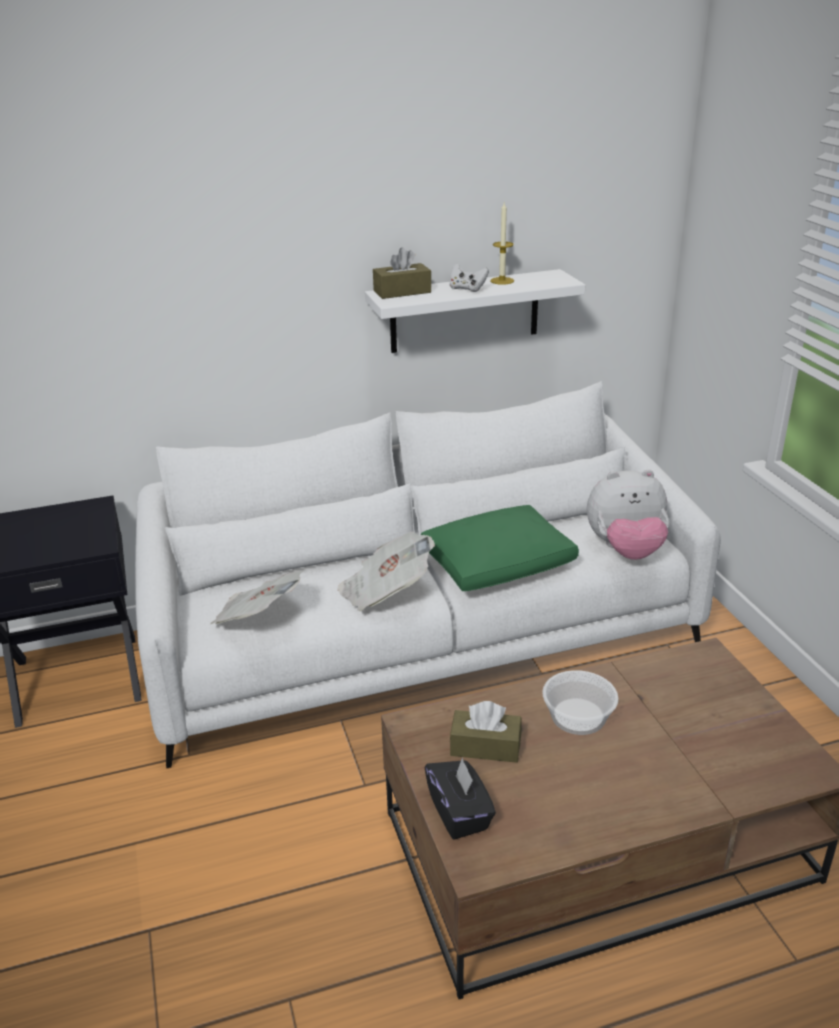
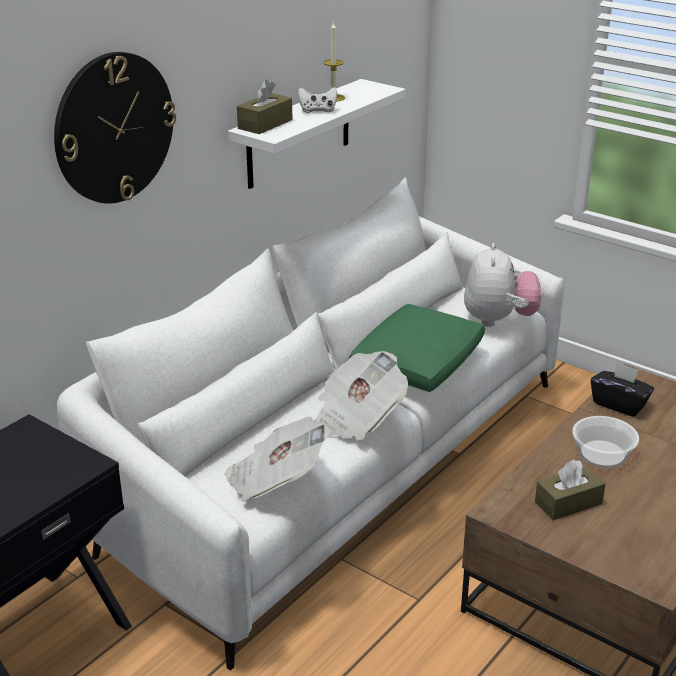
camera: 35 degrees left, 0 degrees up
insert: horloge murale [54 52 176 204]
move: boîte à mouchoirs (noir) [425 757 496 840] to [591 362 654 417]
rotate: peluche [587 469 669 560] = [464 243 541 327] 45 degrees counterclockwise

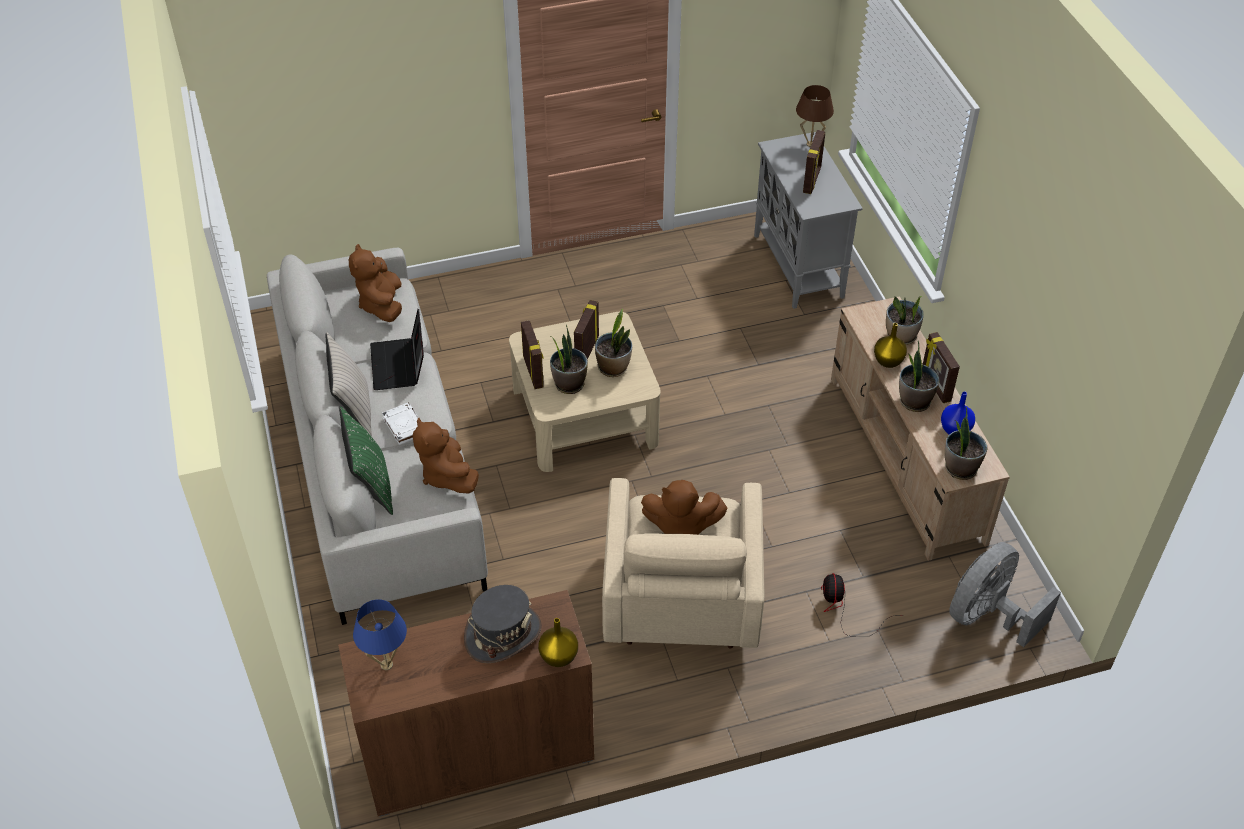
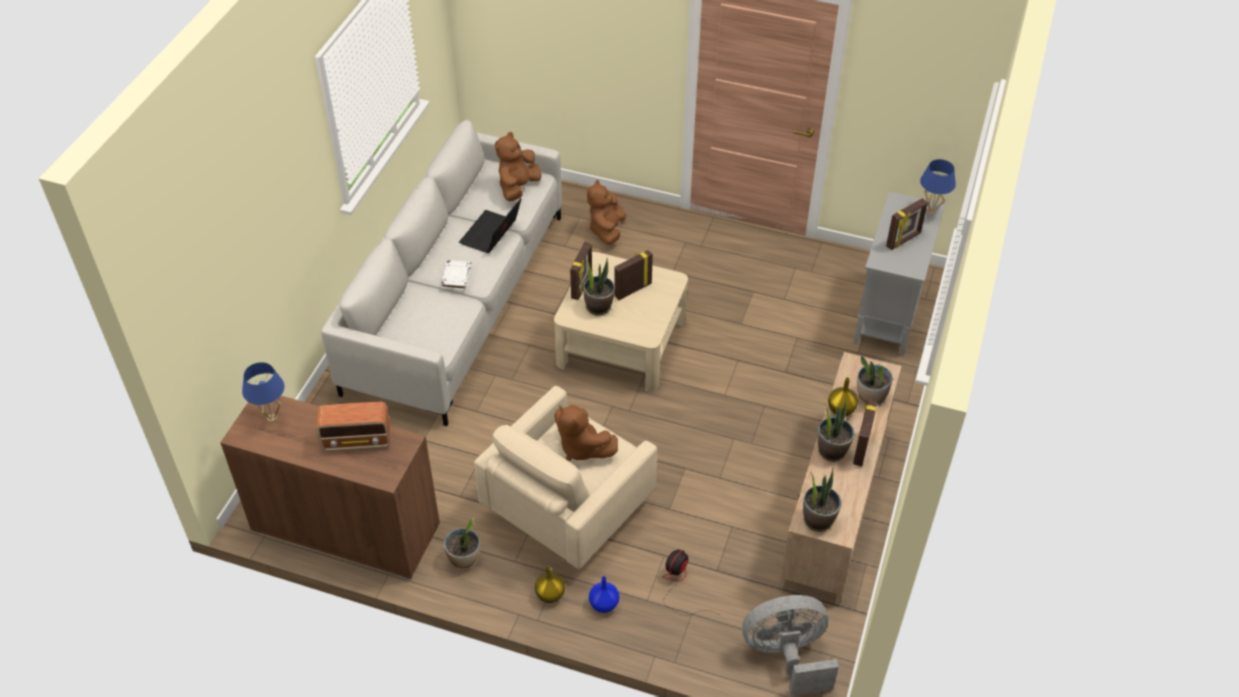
camera: 35 degrees right, 0 degrees up
delete: coussin (beige) [325 332 372 437]; coussin (vert) [339 406 393 515]
move: plante en pot [595 309 632 377] to [444 517 480 570]; vase (bleu) [941 391 975 435] to [589 576 619 613]; peluche (marron) [413 417 479 494] to [587 180 626 245]; vase (jaune) [538 618 578 667] to [535 566 565 603]
replace: chapeau (gris) [464 585 542 663] to radio [317 402 390 451]
recolor: lampe de table (marron) [796 85 834 147] to lampe de table (bleu) [920 159 956 215]

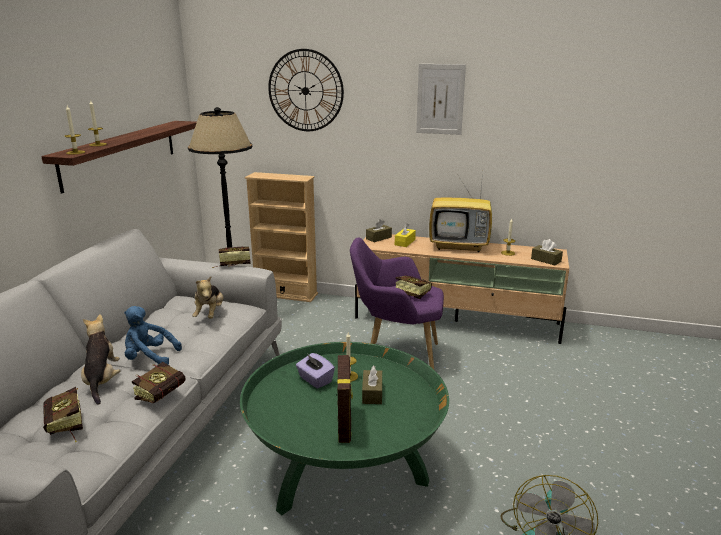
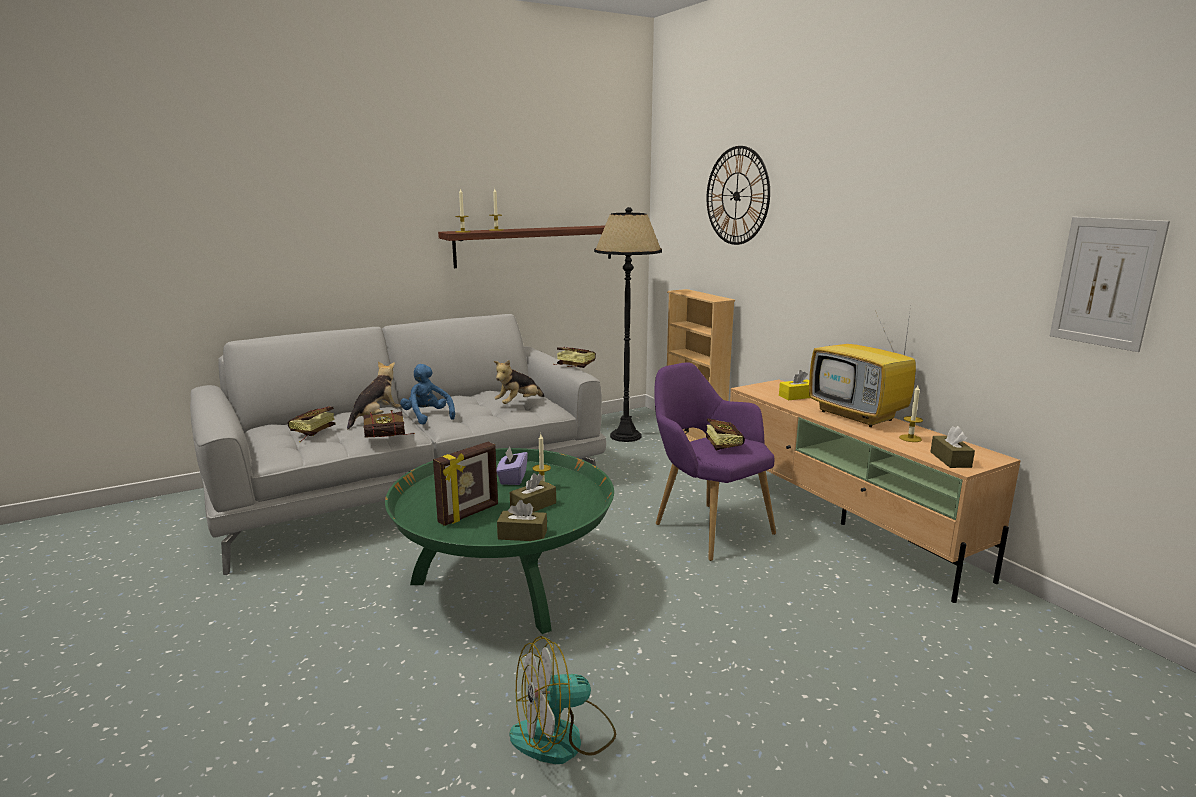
camera: 45 degrees right, 5 degrees down
move: tableau [416 64 466 135] to [1050 217 1170 352]; boîte à mouchoirs (marron) [366 219 392 242] to [497 500 547 541]

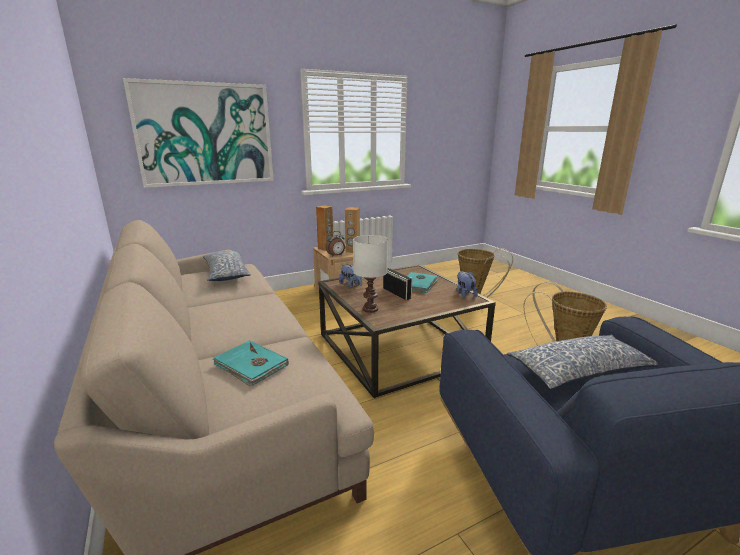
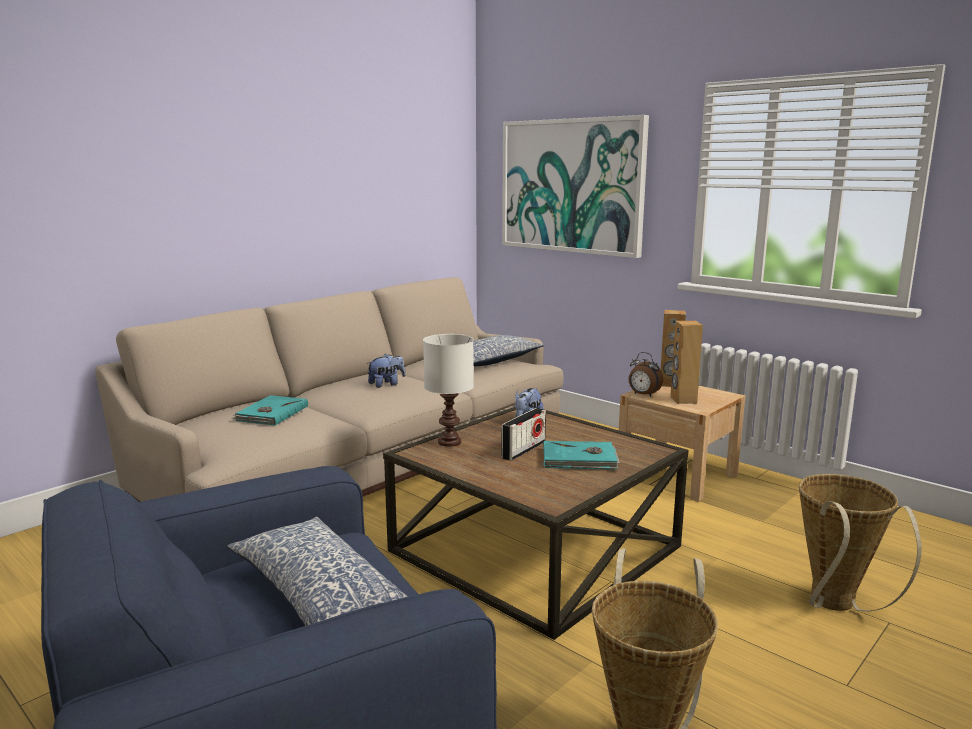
camera: 70 degrees right, 5 degrees down
move: peluche [457 271 478 298] to [368 353 405 388]

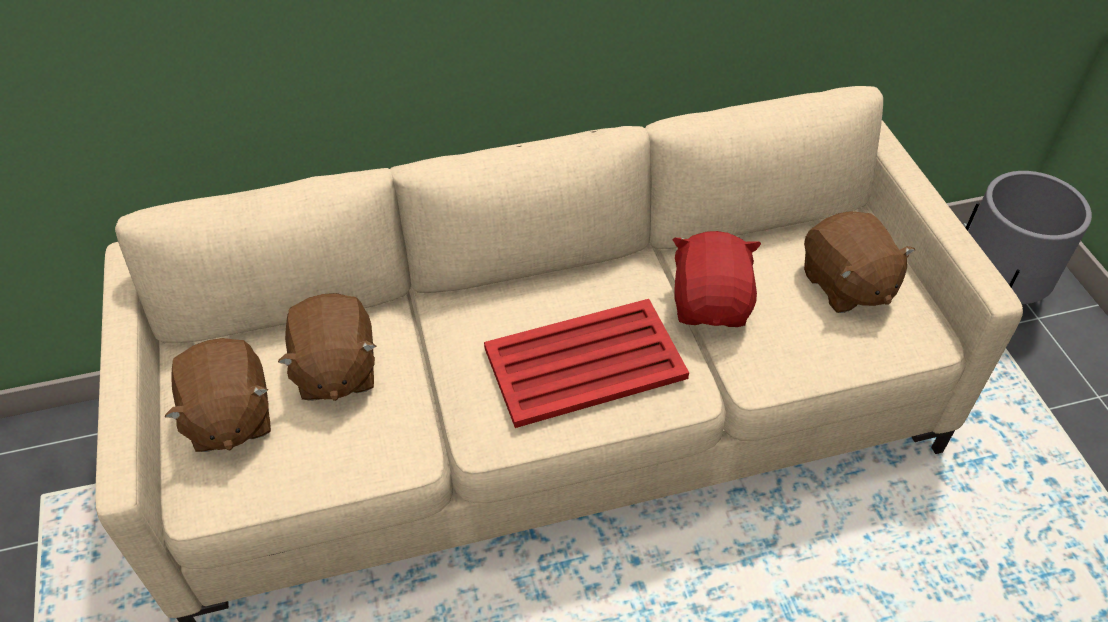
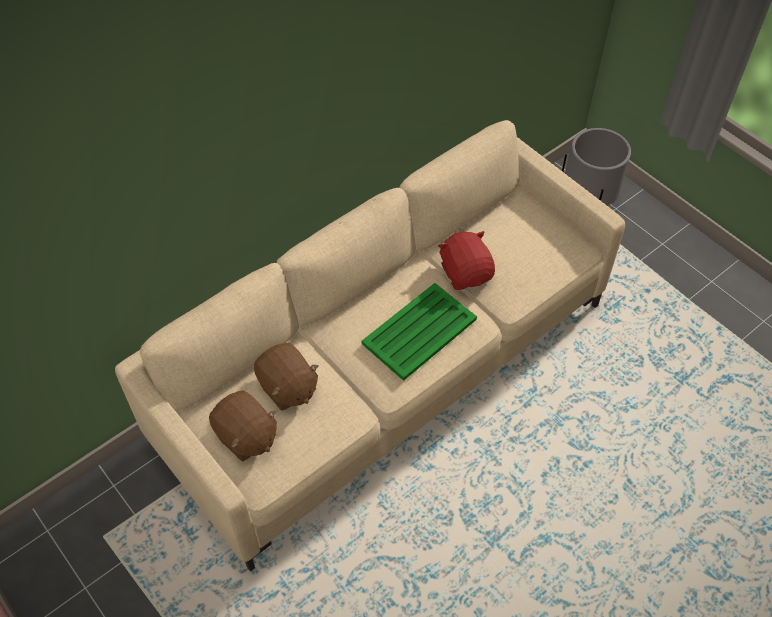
camera: 25 degrees left, 5 degrees up
delete: peluche (marron) [804 211 915 313]
recolor: plateau (rouge) [484 299 689 428] to plateau (vert) [362 283 477 381]

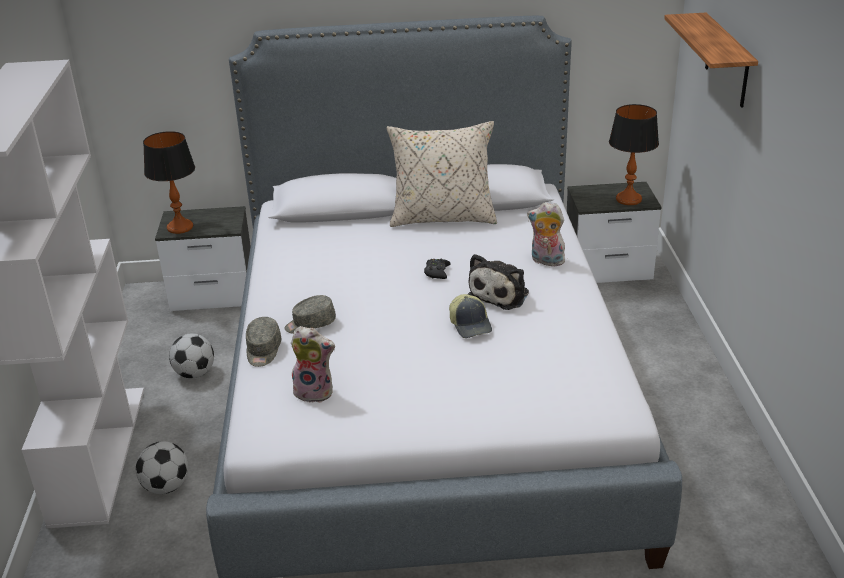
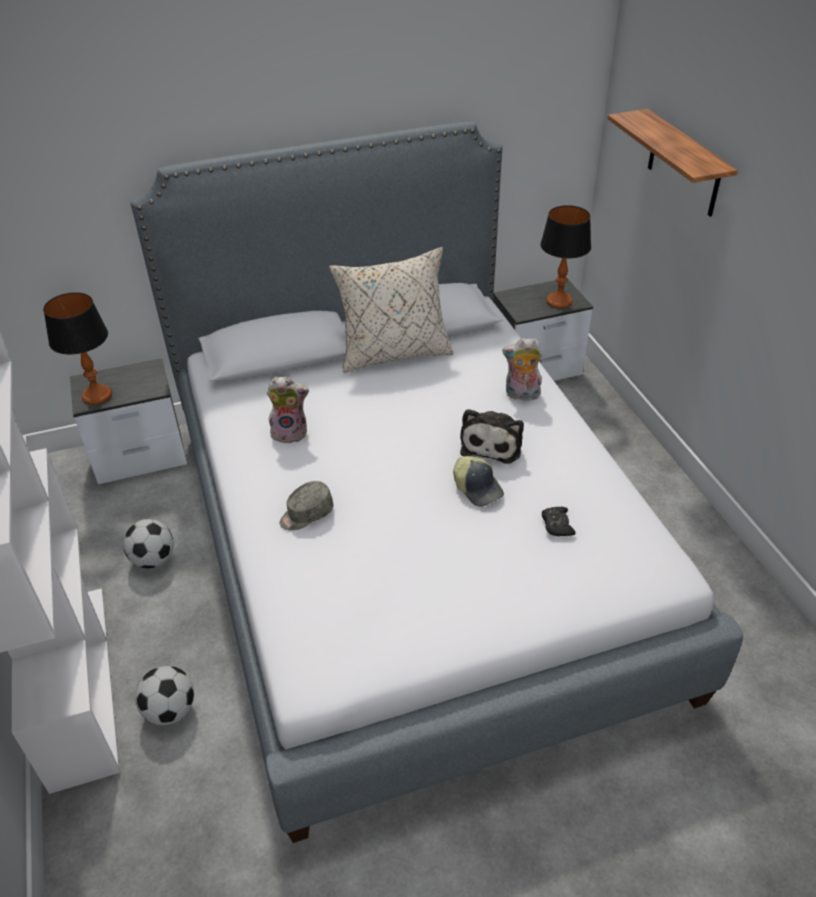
camera: 15 degrees left, 10 degrees up
delete: casquette (gris) [246 317 281 367]
move: manette (noir) [424 258 451 279] to [542 507 576 536]; peluche [291 326 335 403] to [267 377 309 443]

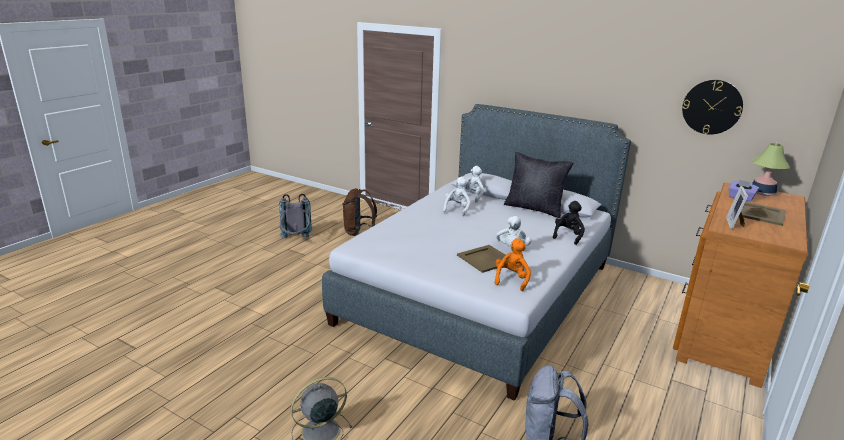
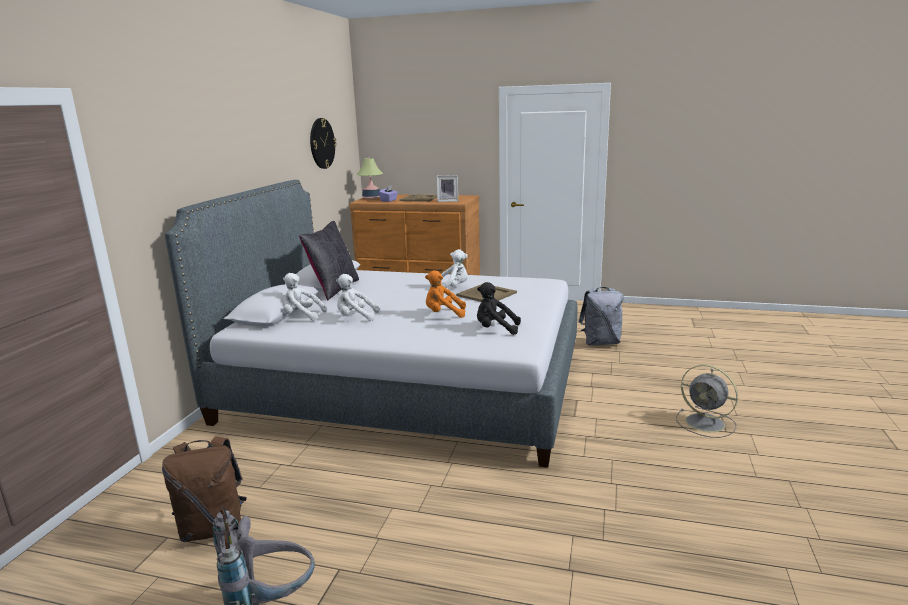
camera: 105 degrees left, 5 degrees down
move: peluche (noir) [553 201 585 245] to [477 282 521 335]; peluche (orange) [494 238 531 291] to [425 270 466 318]

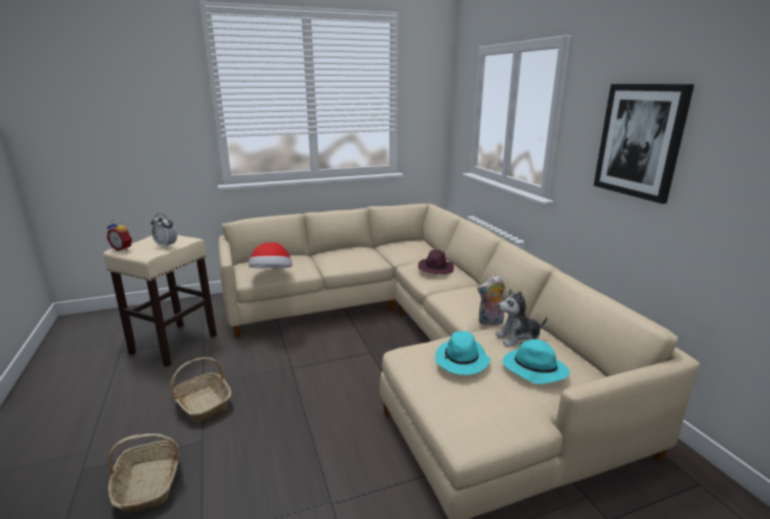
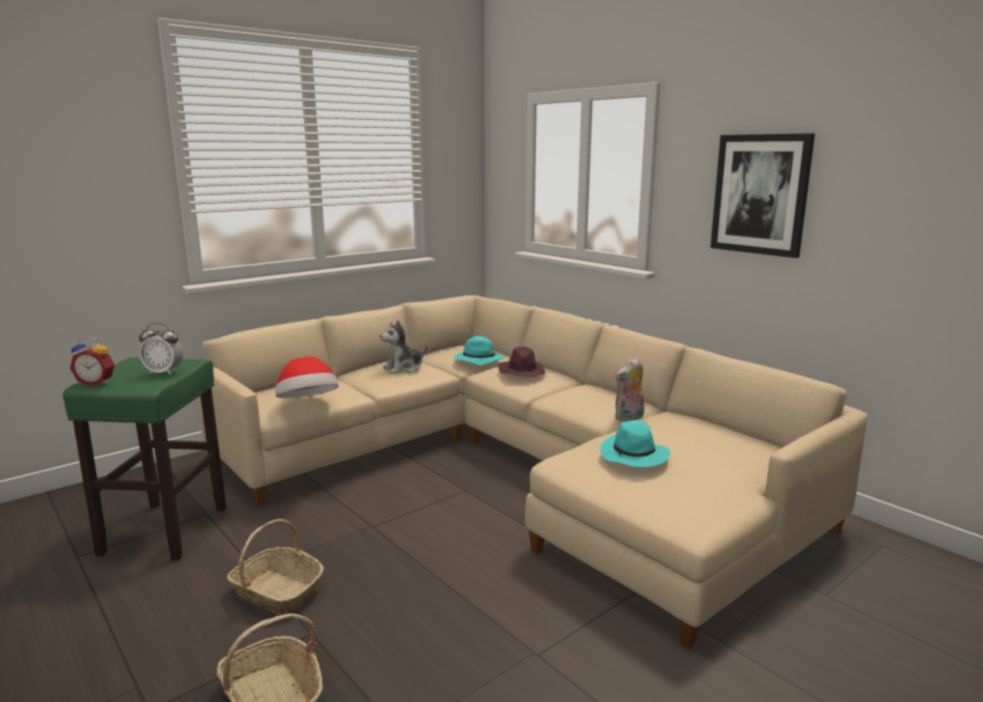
camera: 20 degrees left, 5 degrees down
move: peluche [495 289 547 347] to [380 320 427 374]; chapeau (turquoise) [502 339 569 384] to [454 336 504 365]
recolor: tabouret (beige) [103 235 217 367] to tabouret (vert) [63 357 226 560]

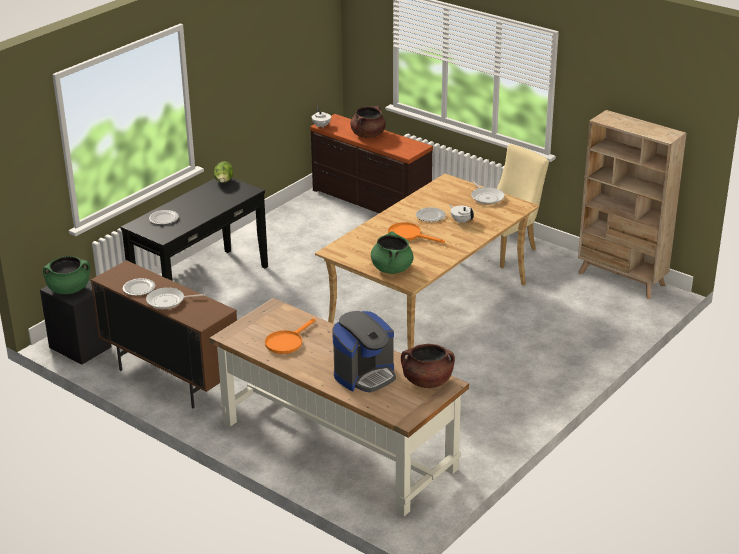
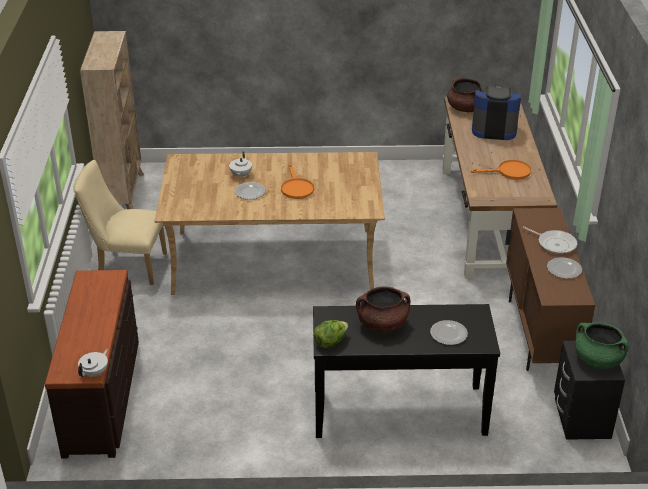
camera: 130 degrees left, 5 degrees up
delete: poêle [471 181 505 205]; marmite (vert) [371 231 413 274]
move: marmite (marron) [350 106 386 138] to [356 287 410 333]

